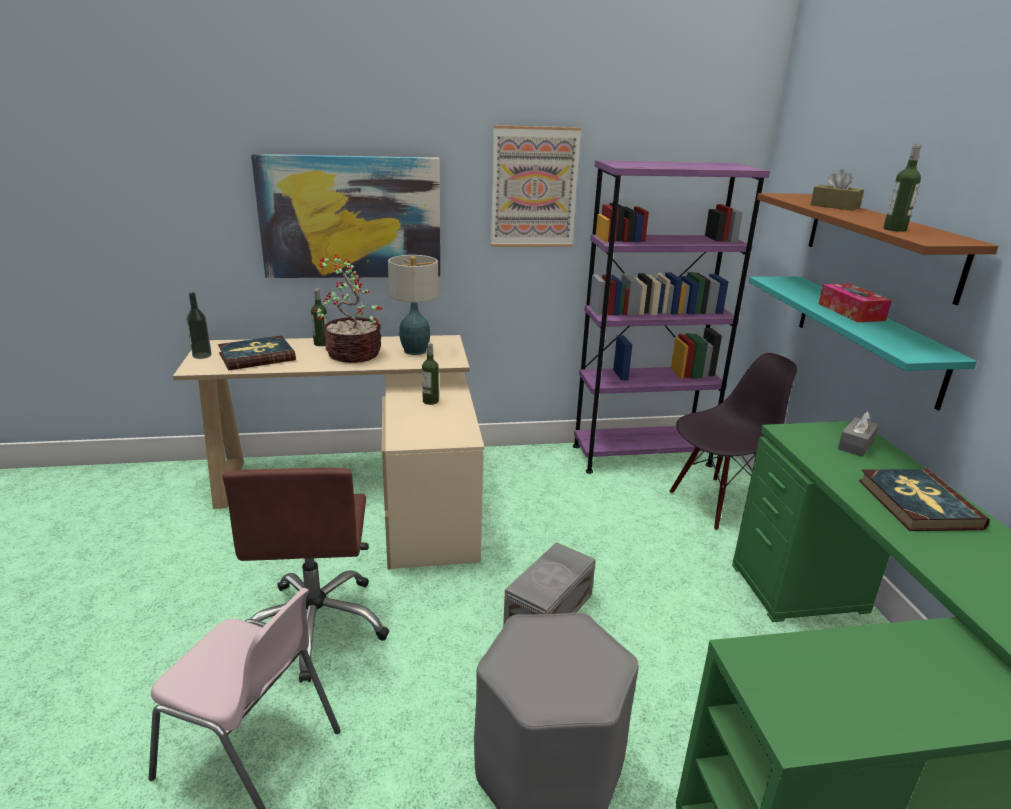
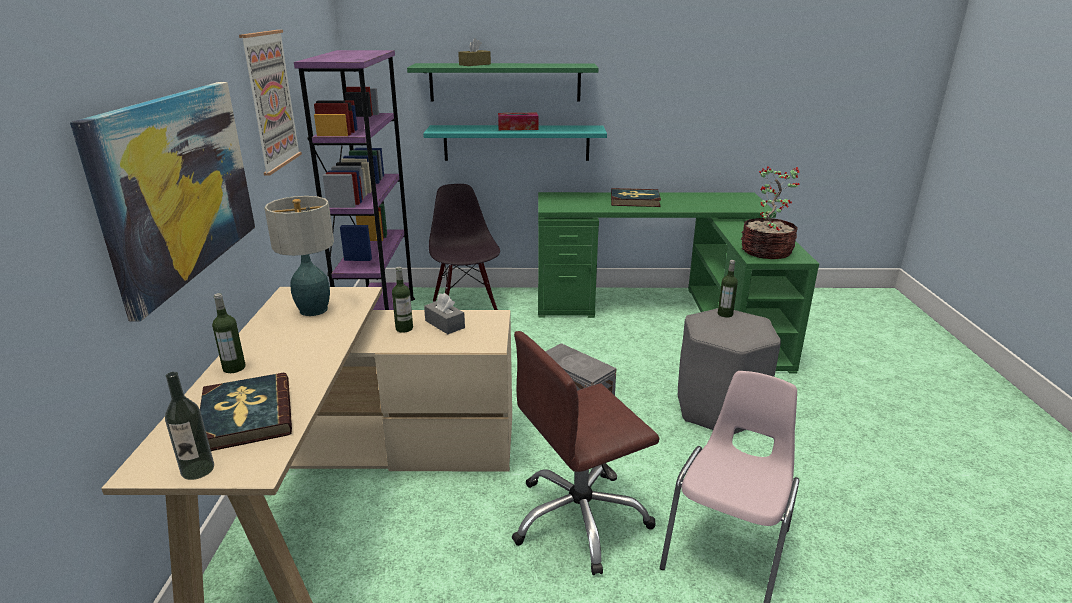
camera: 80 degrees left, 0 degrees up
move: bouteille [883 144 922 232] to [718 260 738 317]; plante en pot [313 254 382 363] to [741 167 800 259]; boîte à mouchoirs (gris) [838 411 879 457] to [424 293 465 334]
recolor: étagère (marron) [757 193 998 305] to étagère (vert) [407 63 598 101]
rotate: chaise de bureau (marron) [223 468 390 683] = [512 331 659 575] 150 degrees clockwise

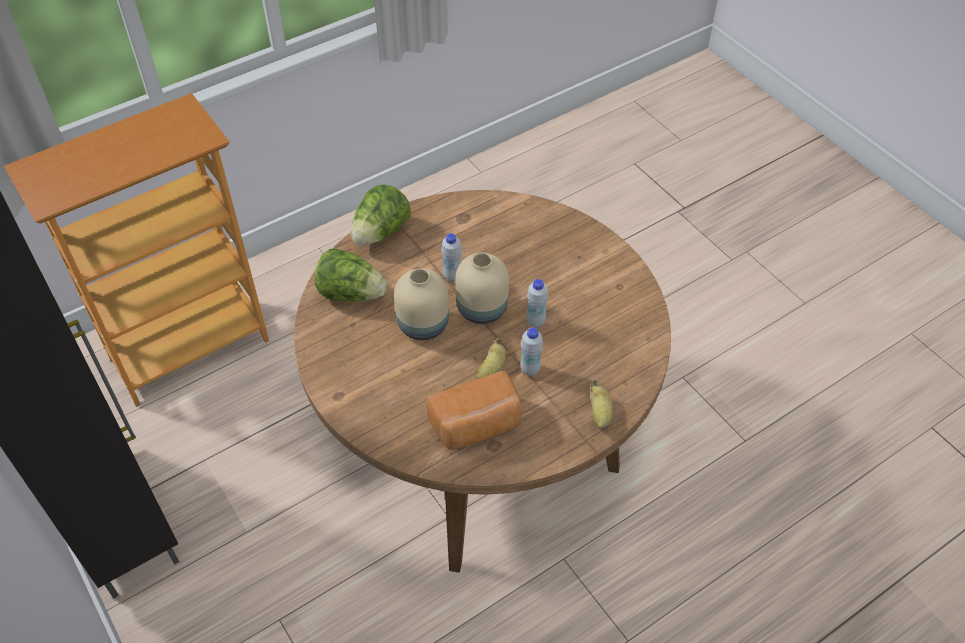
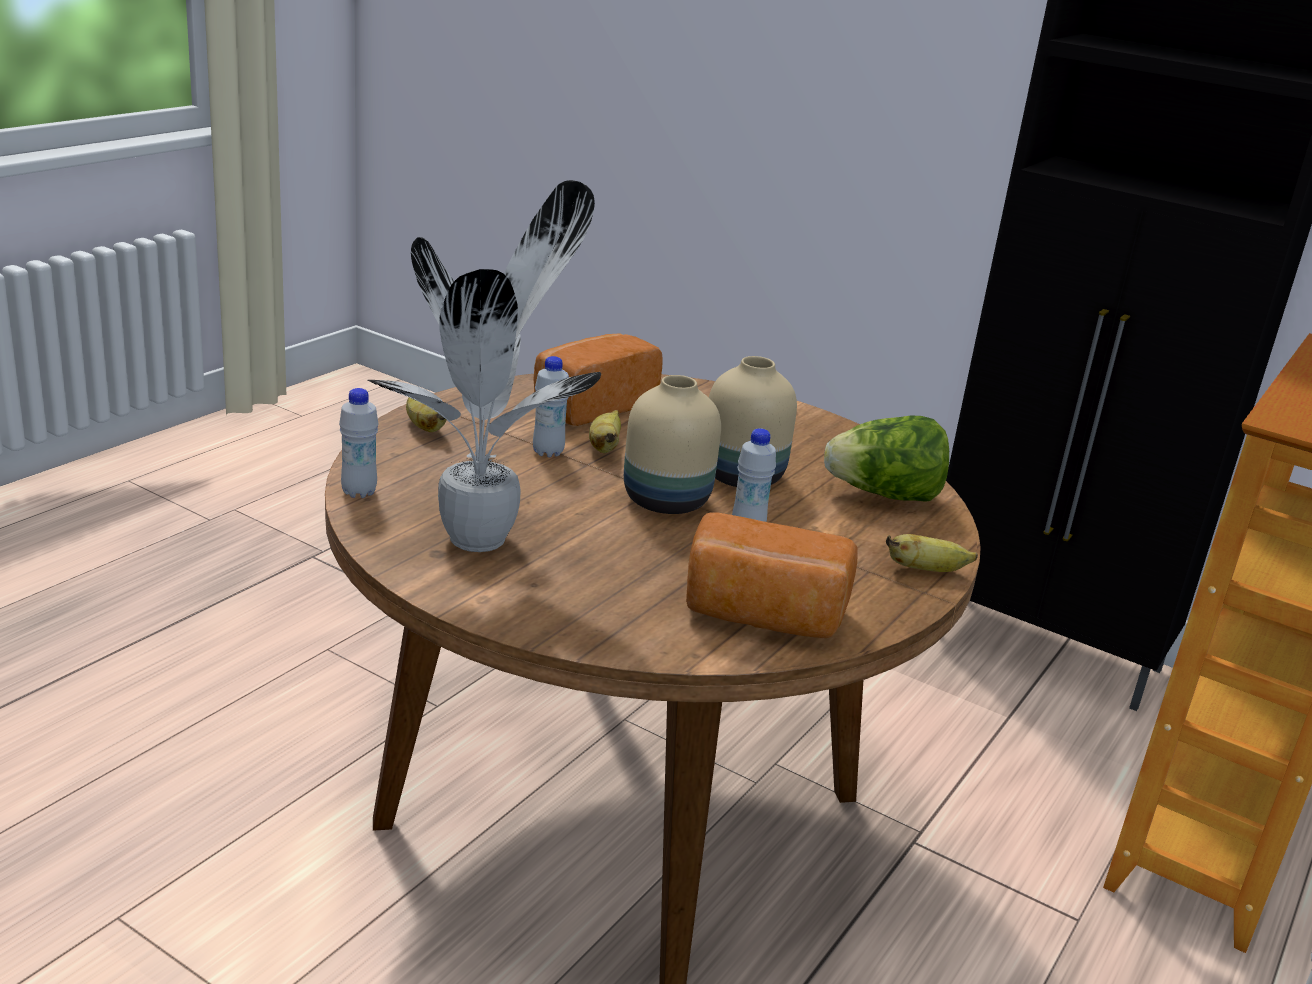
camera: 155 degrees right, 25 degrees down
insert: plante en pot [367 180 601 552]; pain [686 512 857 638]
move: bouteille (blanc) [526 279 548 328] to [339 388 379 498]
replace: laitue [351 185 411 246] to banane [886 534 978 572]

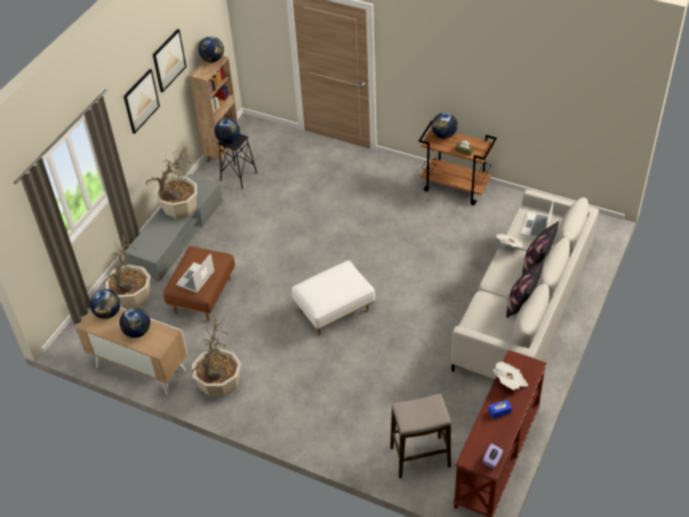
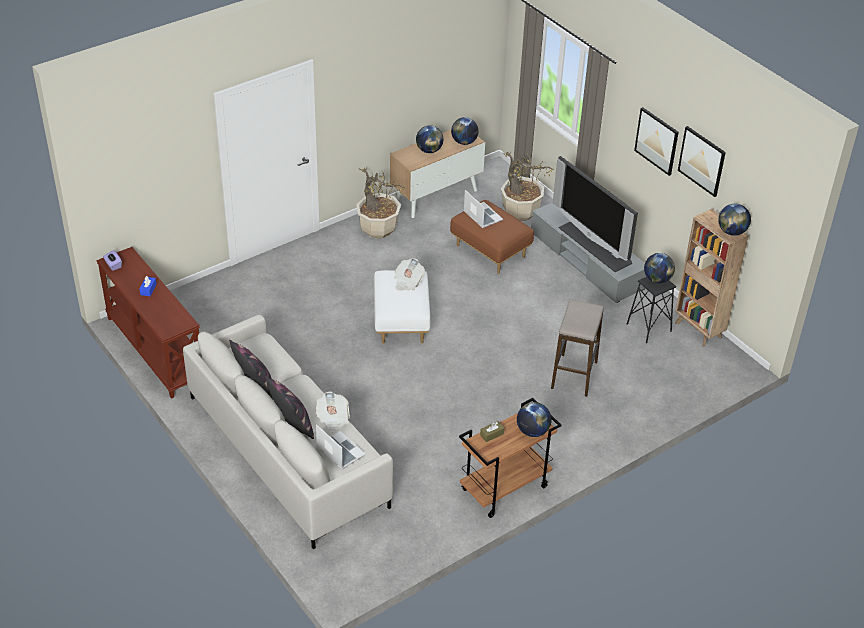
camera: 115 degrees right, 5 degrees down
move: journal [493 362 528 390] to [394 258 425 291]; tabouret [390 394 451 478] to [551 299 604 397]
replace: plante en pot [146 147 197 219] to téléviseur [553 156 638 272]

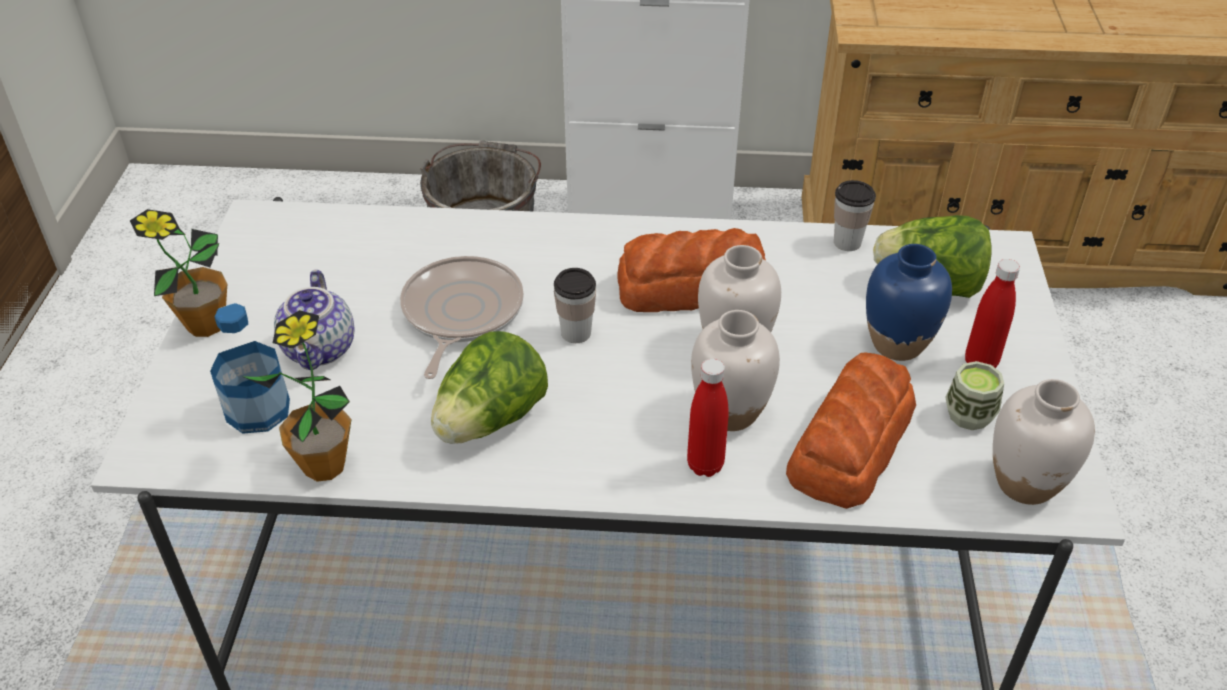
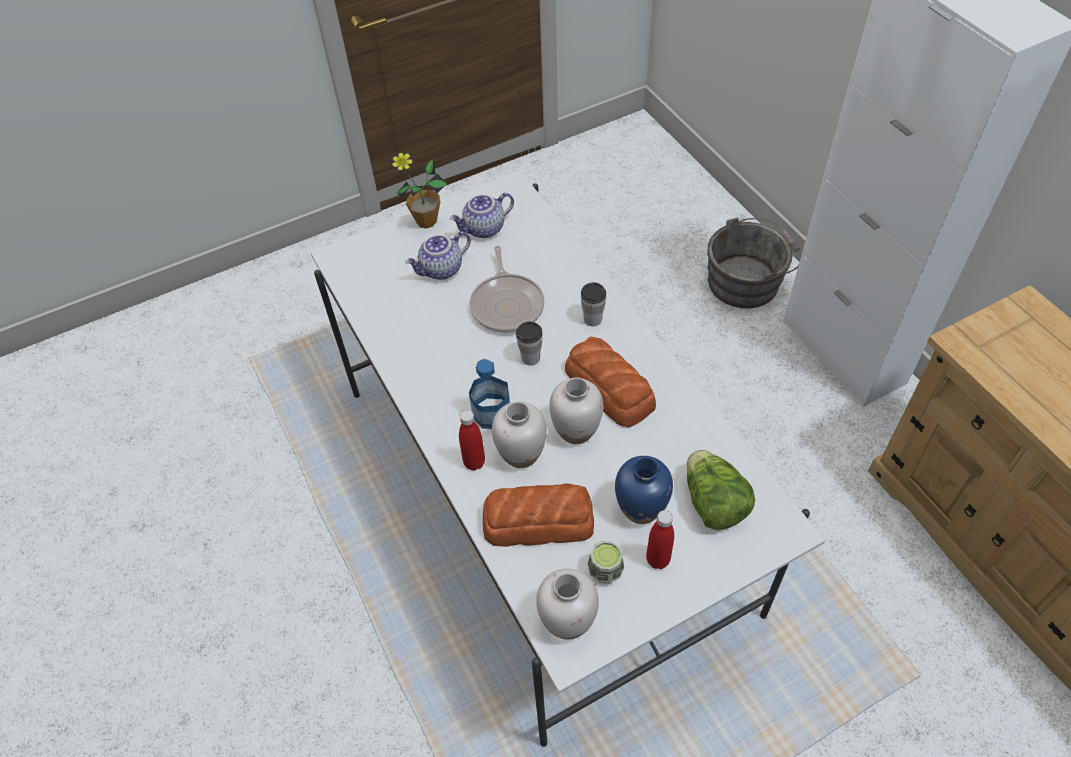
camera: 60 degrees right, 10 degrees up
delete: plante en pot [244 310 352 482]; laitue [431 331 548 444]
insert: théière [450 193 514 238]
move: tasse [834 180 876 251] to [581 282 606 326]; bouteille [210 303 290 434] to [469 359 510 429]
rotate: poêle [400 256 524 379] = [470 246 545 333] 105 degrees clockwise

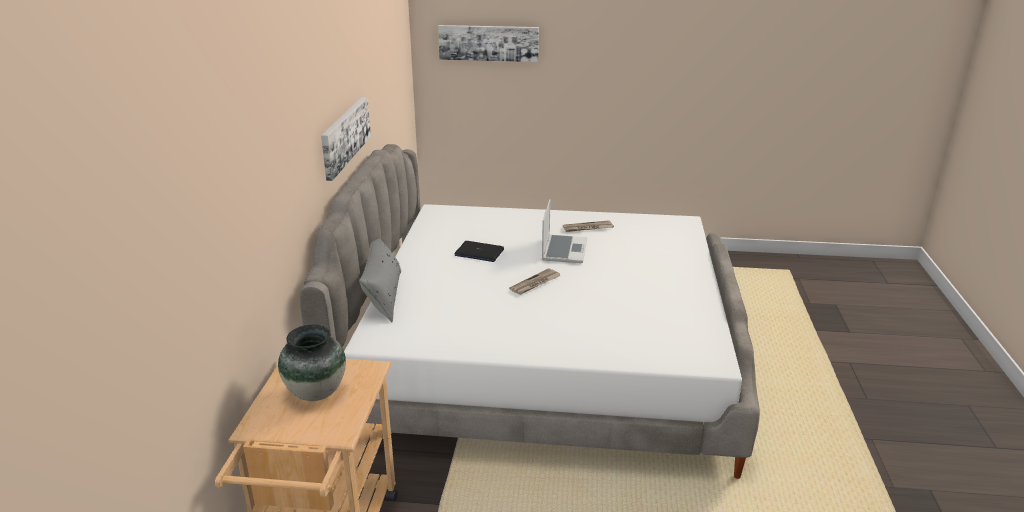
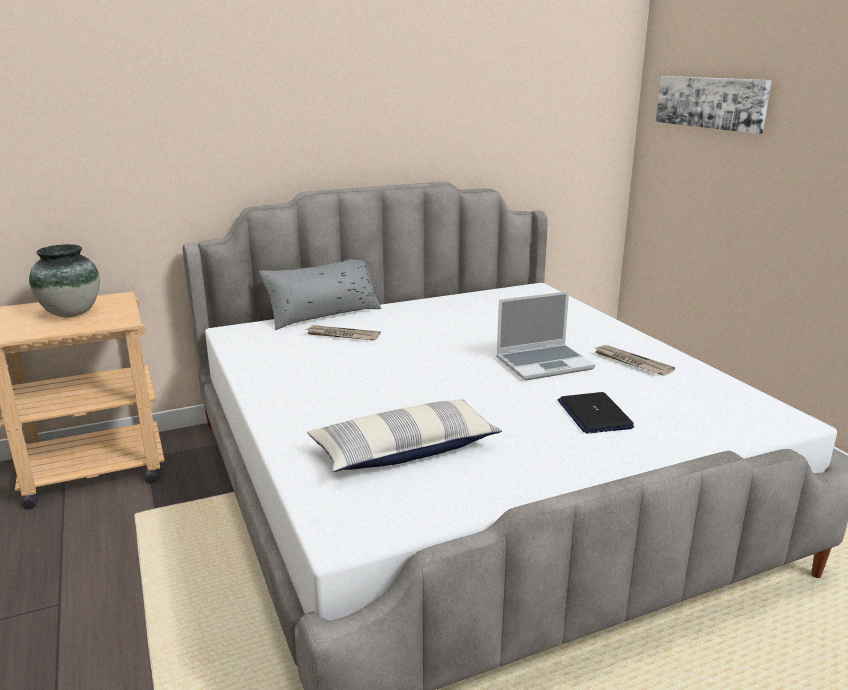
camera: 60 degrees right, 5 degrees down
delete: tableau [321 97 371 181]
insert: coussin [307 399 502 472]
move: ordinateur portable [454 241 504 262] to [558 392 634 433]; journal [509 268 561 295] to [305 325 381 341]

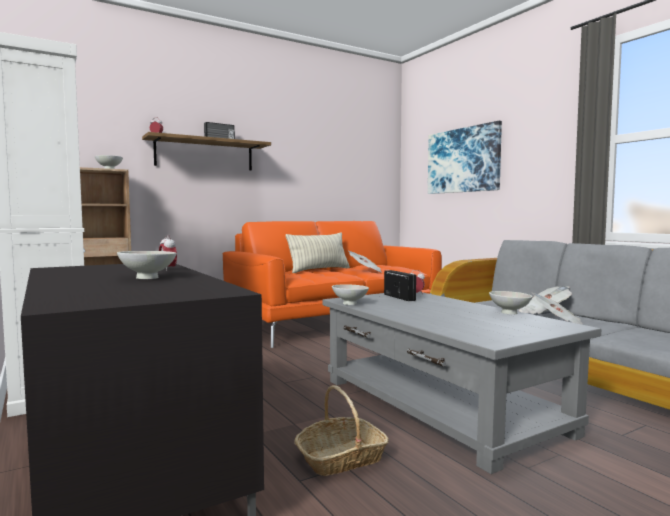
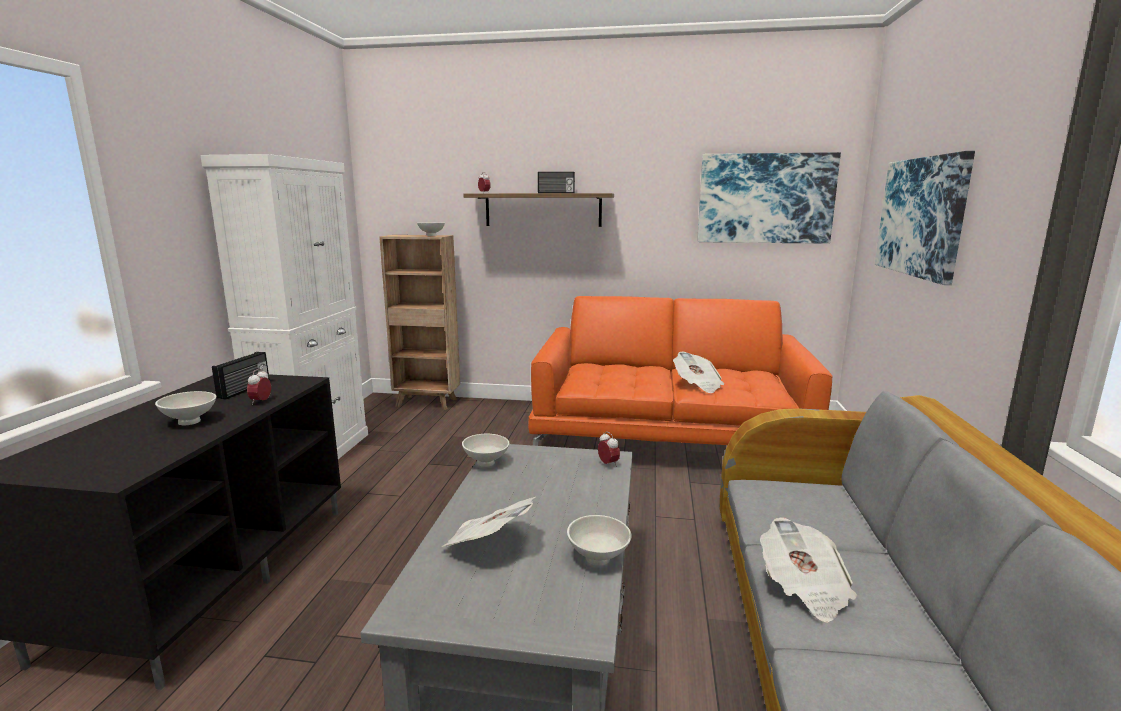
camera: 40 degrees right, 10 degrees up
delete: coussin [286 232 350 273]; panier [294 385 389 476]
insert: tableau [697 152 841 244]
move: radio [384 270 416 301] to [212 352 270 399]; journal [519 286 572 314] to [442 497 535 547]

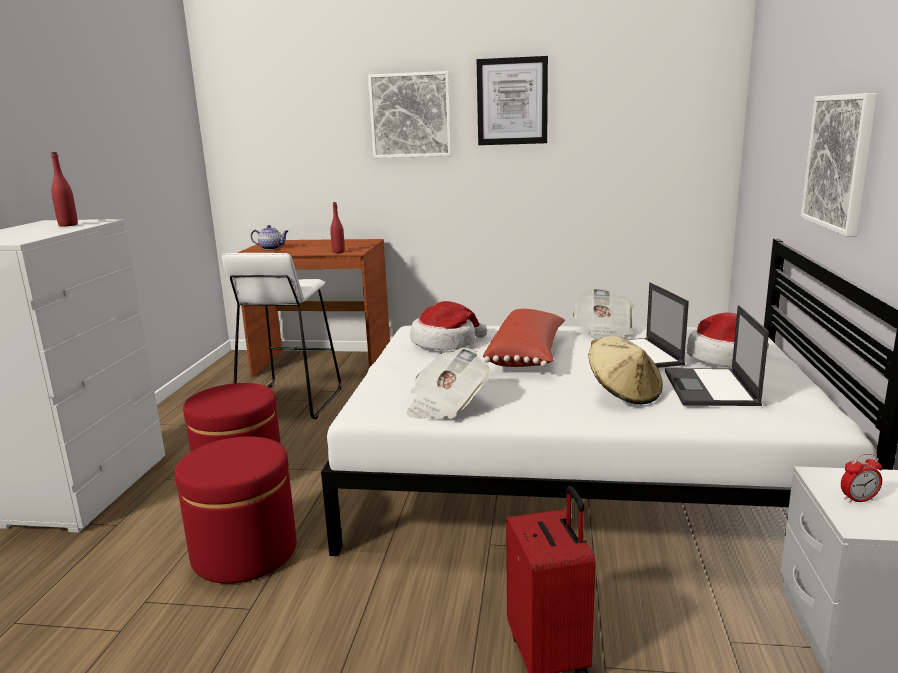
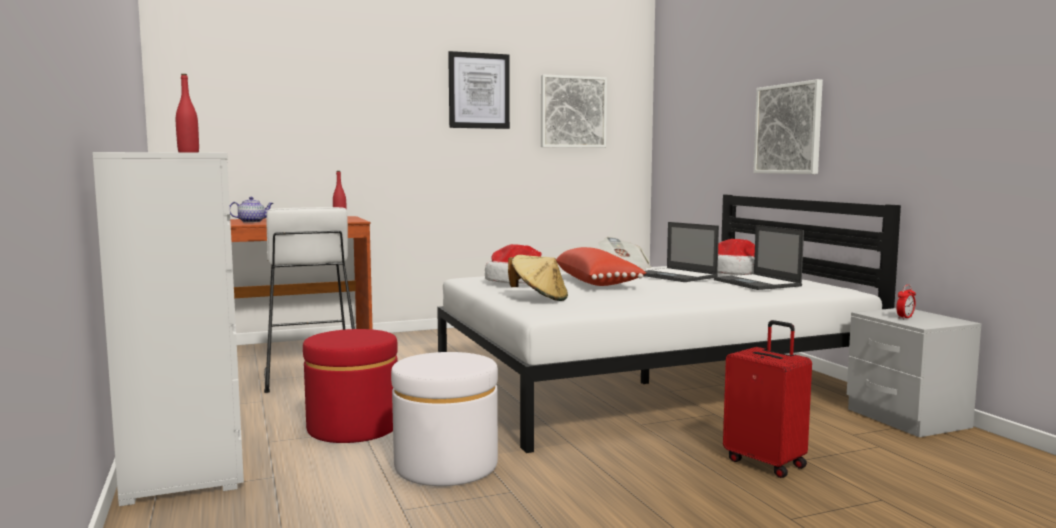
camera: 30 degrees left, 10 degrees down
delete: journal [407 348 490 419]
move: tableau [368 71 452 158] to [541 74 607 148]; chapeau (beige) [588 336 663 404] to [508 255 568 301]
recolor: pouf (rouge) [175 436 297 584] to pouf (blanc) [391 352 498 486]

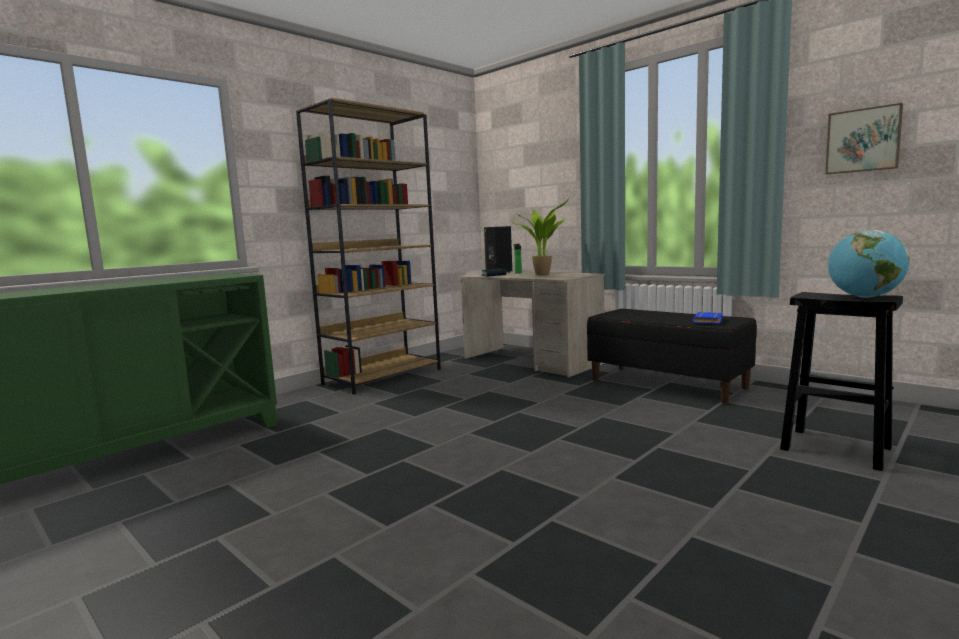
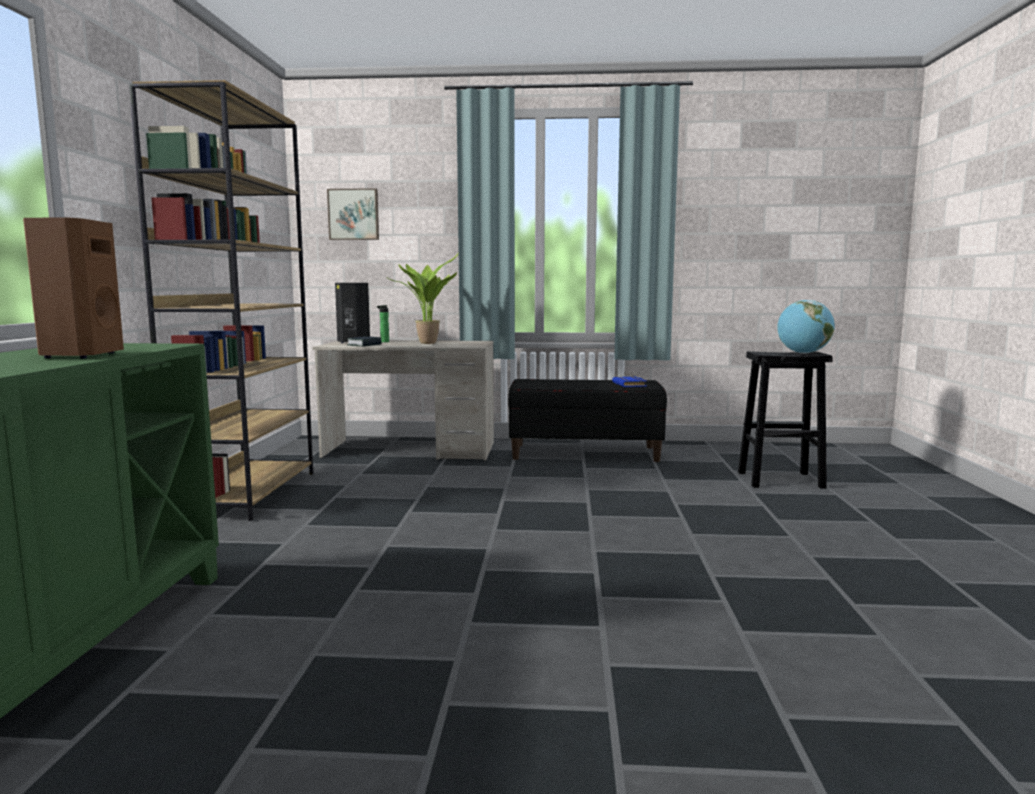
camera: 40 degrees left, 0 degrees up
insert: enceinte (marron) [23 217 124 358]
move: tableau [825 103 903 174] to [327 188 379 240]

